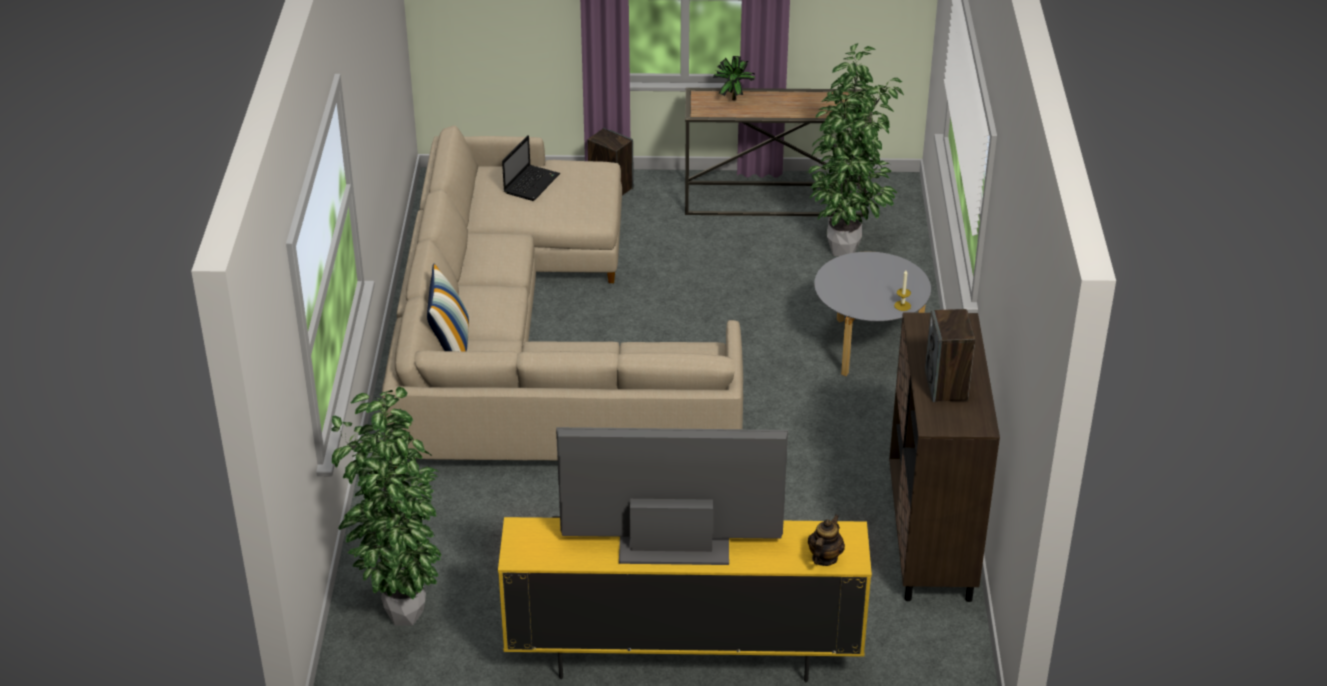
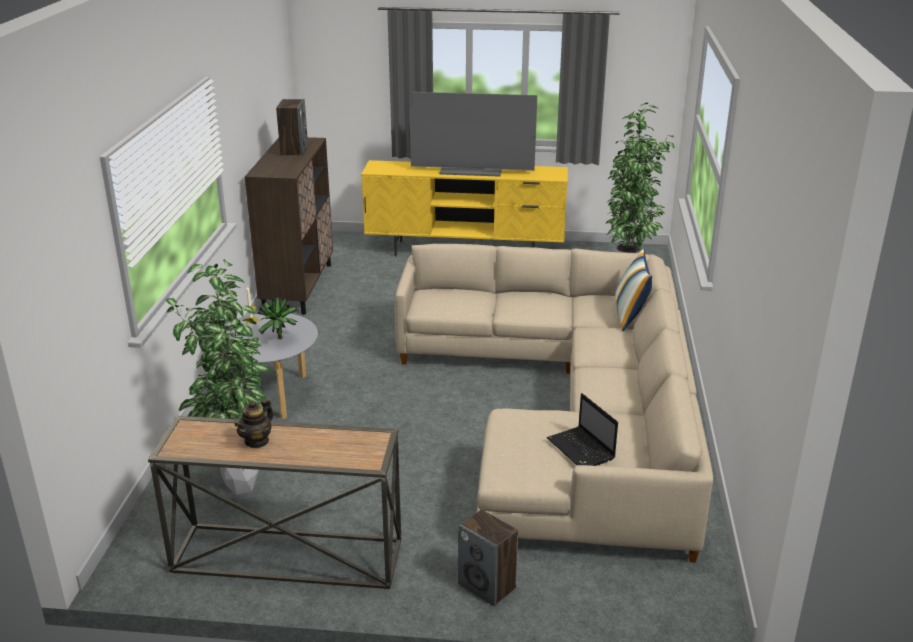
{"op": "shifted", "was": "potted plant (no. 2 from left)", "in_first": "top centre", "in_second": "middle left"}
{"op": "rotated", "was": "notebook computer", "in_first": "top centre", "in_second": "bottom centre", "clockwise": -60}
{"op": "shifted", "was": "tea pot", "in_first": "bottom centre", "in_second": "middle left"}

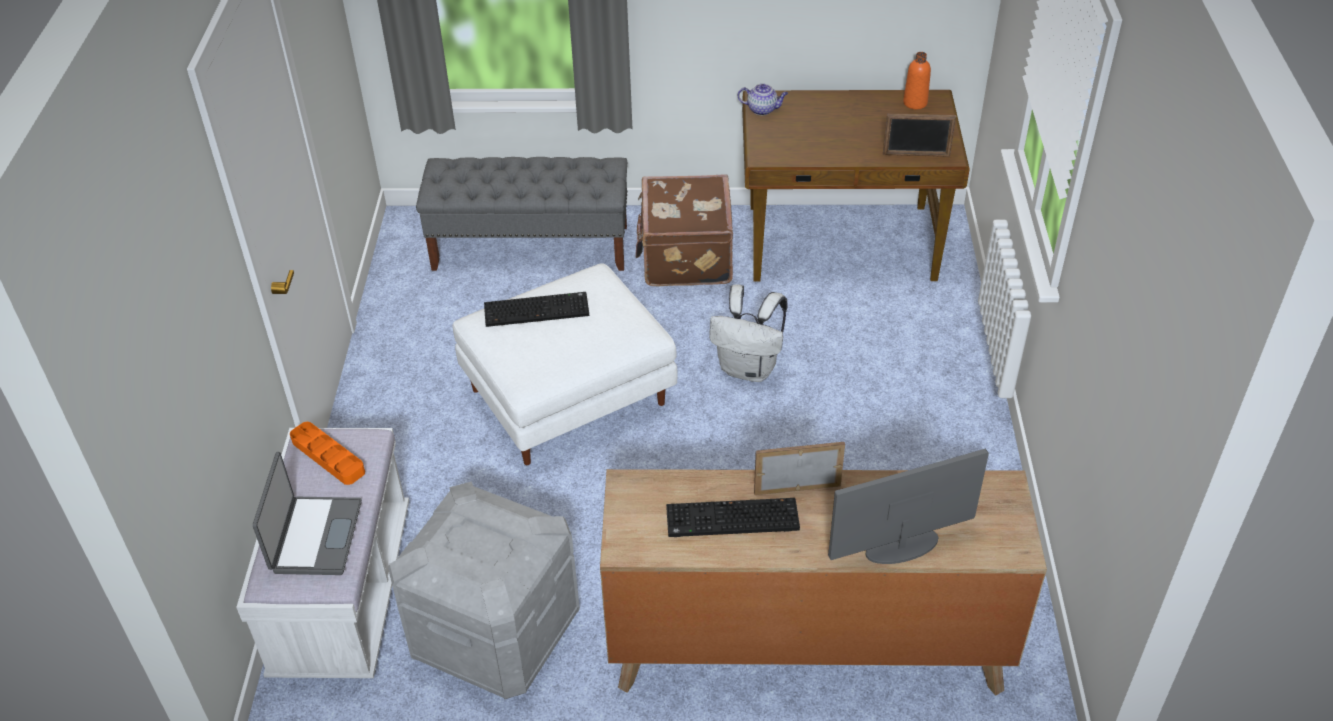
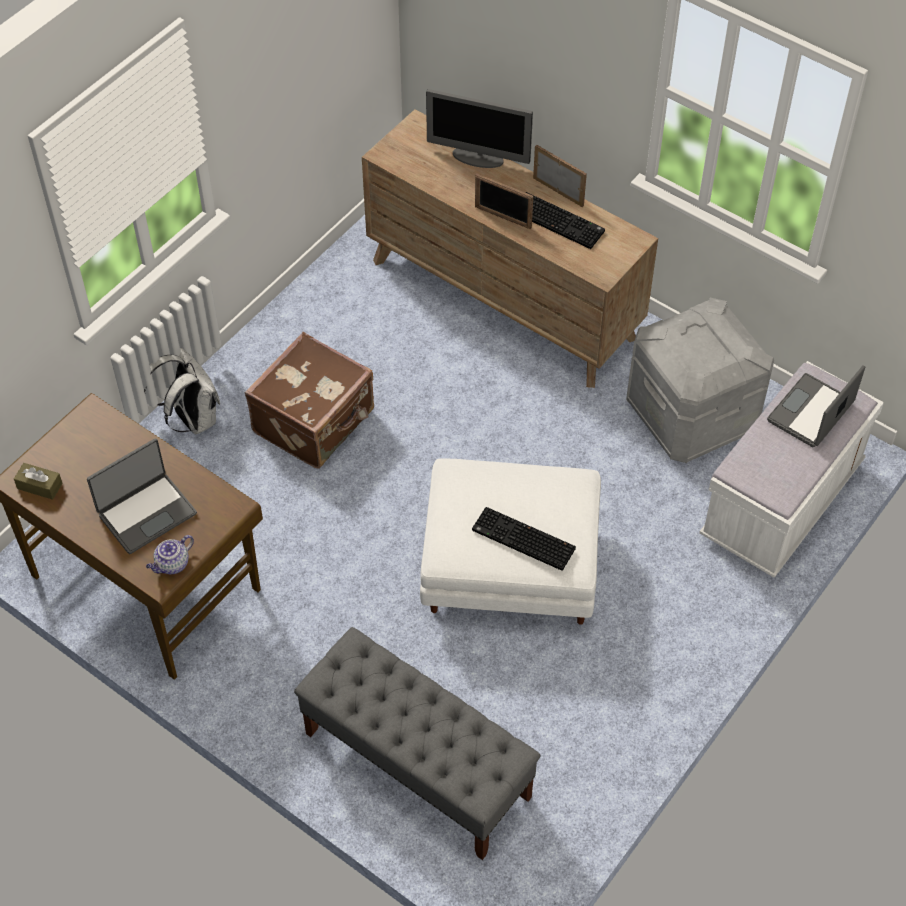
{"op": "swapped", "was": "orange drink bottle", "now": "brownish box of tissues", "in_first": "top right", "in_second": "middle left"}
{"op": "rotated", "was": "tea pot", "in_first": "top centre", "in_second": "middle left", "clockwise": -90}
{"op": "shifted", "was": "standing frame (no. 2 from left)", "in_first": "top right", "in_second": "top centre"}
{"op": "shifted", "was": "brownish travel case", "in_first": "top centre", "in_second": "centre"}
{"op": "shifted", "was": "white-coloured knapsack", "in_first": "centre", "in_second": "middle left"}
{"op": "gone", "was": "orange tray", "in_first": "middle left"}
{"op": "new", "now": "notebook computer (no. 1 from left)", "in_second": "middle left"}

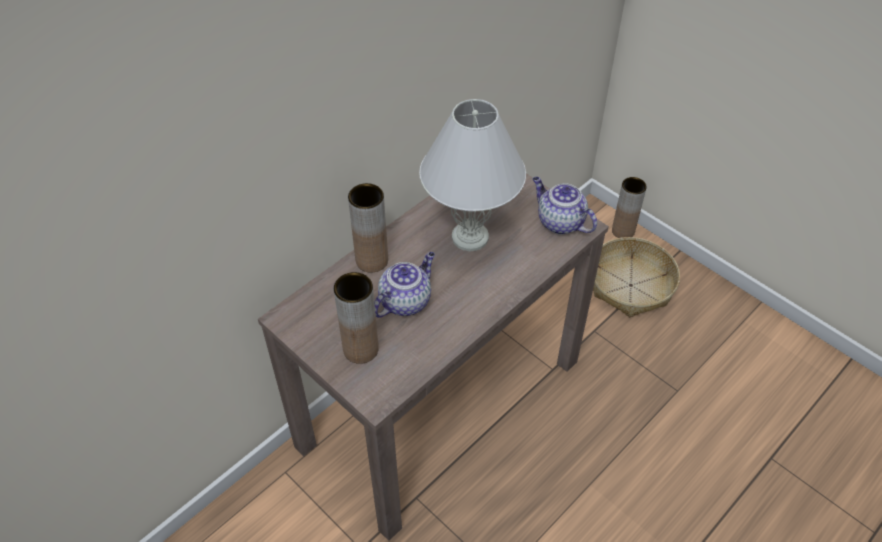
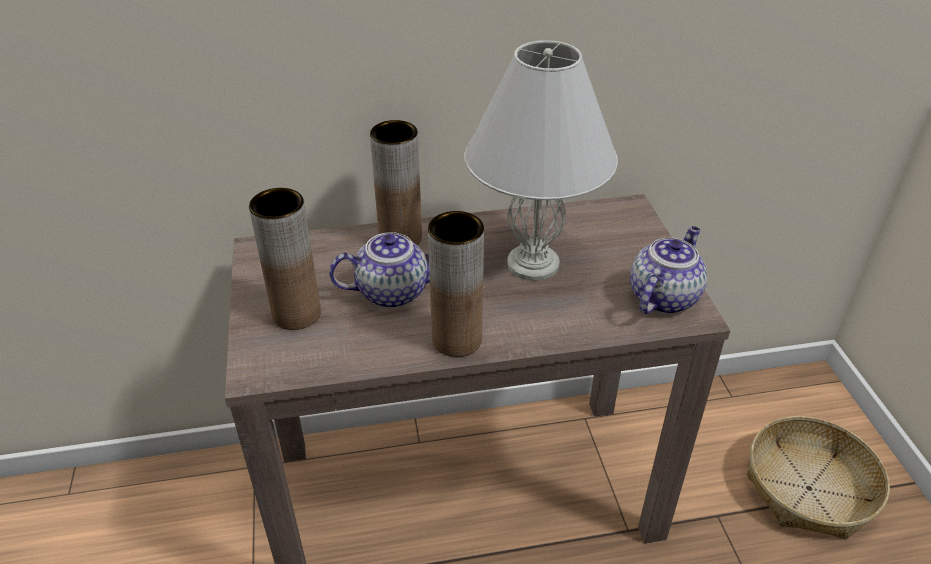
{"op": "rotated", "was": "tea pot (no. 2 from left)", "in_first": "centre", "in_second": "middle right", "clockwise": 45}
{"op": "shifted", "was": "brownish decorative vase (no. 3 from left)", "in_first": "middle right", "in_second": "centre"}

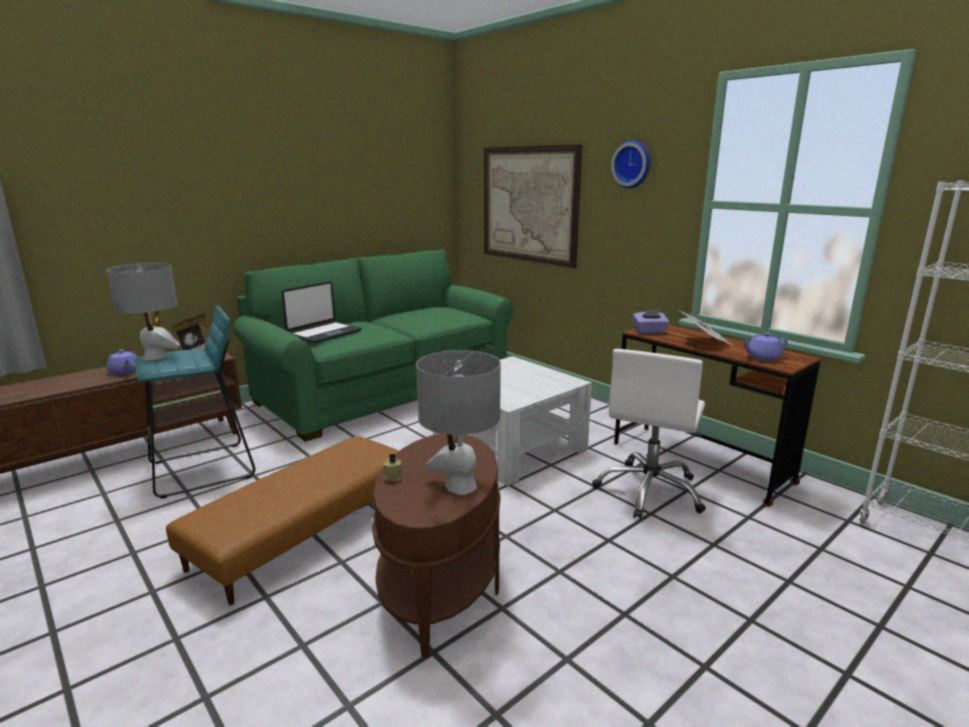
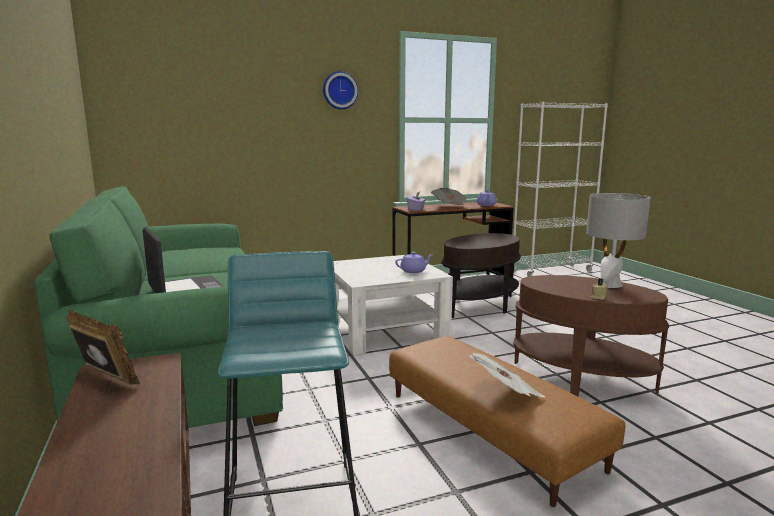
{"op": "gone", "was": "picture", "in_first": "top centre"}
{"op": "gone", "was": "gray table lamp (no. 1 from left)", "in_first": "middle left"}
{"op": "shifted", "was": "purple-coloured tea pot (no. 1 from left)", "in_first": "middle left", "in_second": "centre"}
{"op": "swapped", "was": "white-coloured computer chair", "now": "brownish side table (no. 1 from left)", "in_first": "middle right", "in_second": "centre"}
{"op": "new", "now": "newspaper (no. 2 from left)", "in_second": "bottom centre"}

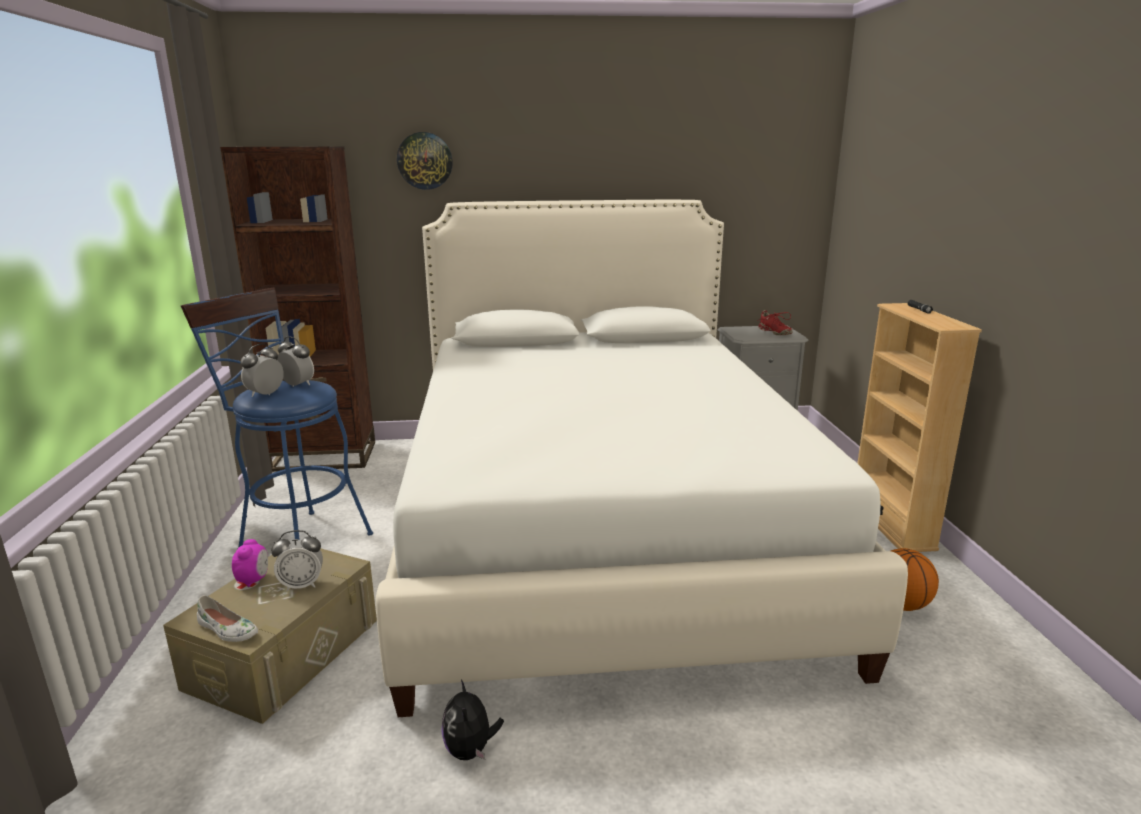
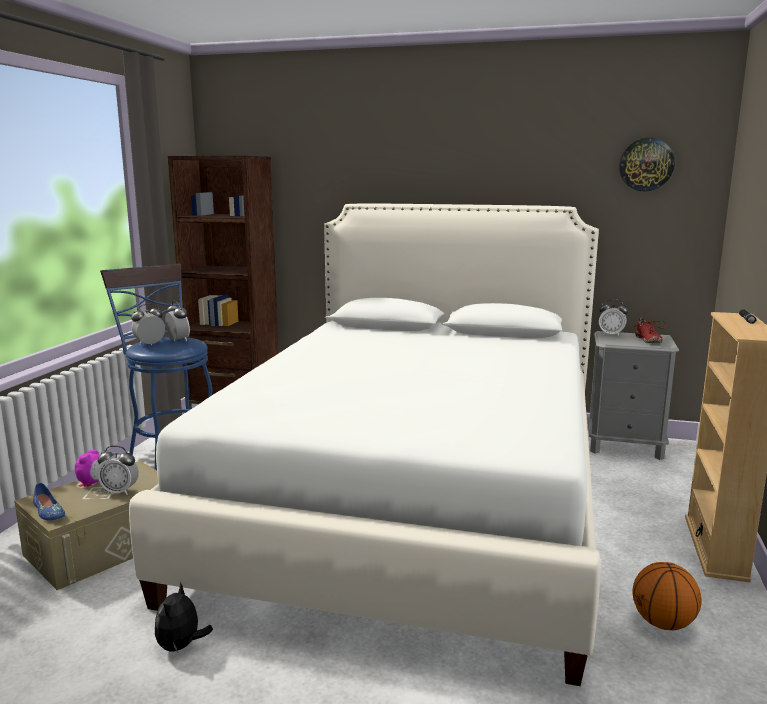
{"op": "shifted", "was": "clock on the wall", "in_first": "top centre", "in_second": "top right"}
{"op": "repainted", "was": "white-coloured low shoe", "now": "blue-coloured low shoe", "in_first": "bottom left", "in_second": "bottom left"}
{"op": "new", "now": "alarm clock (no. 5 from left)", "in_second": "middle right"}

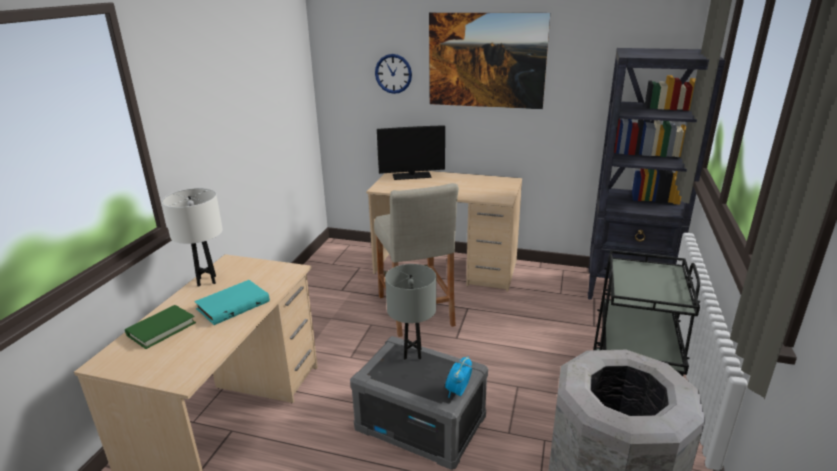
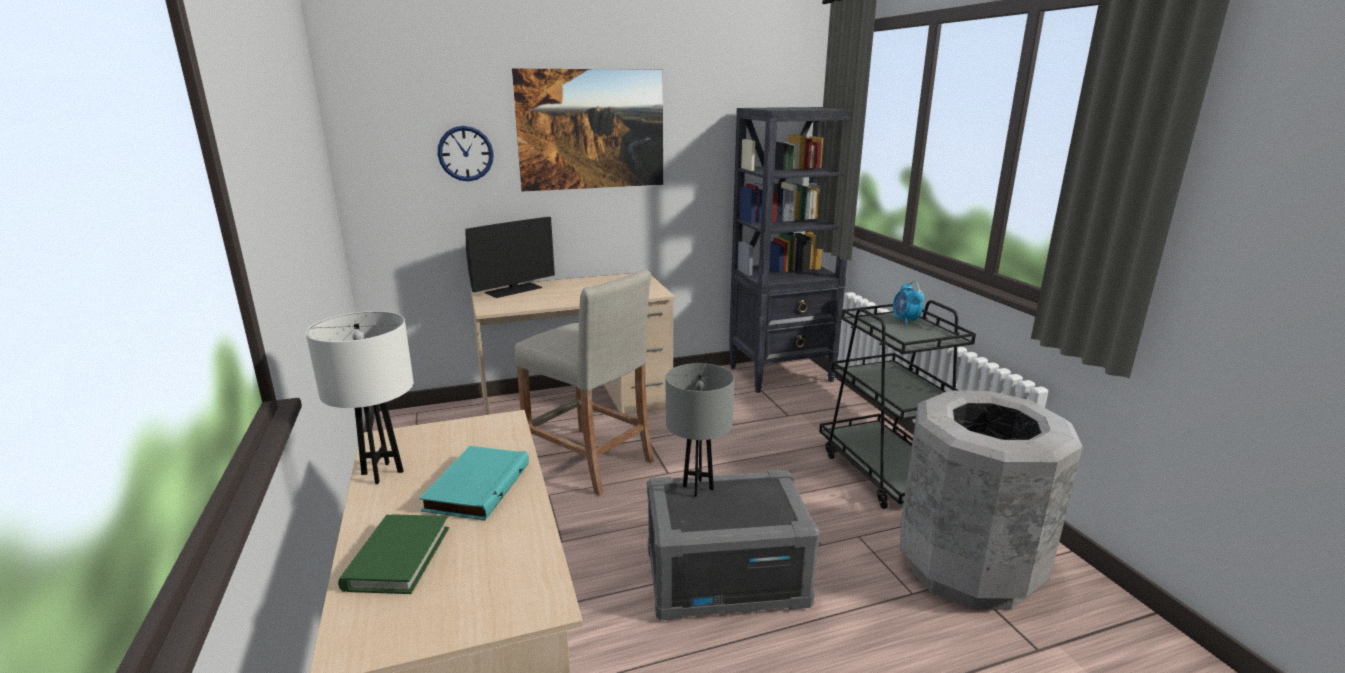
{"op": "shifted", "was": "alarm clock", "in_first": "bottom centre", "in_second": "middle right"}

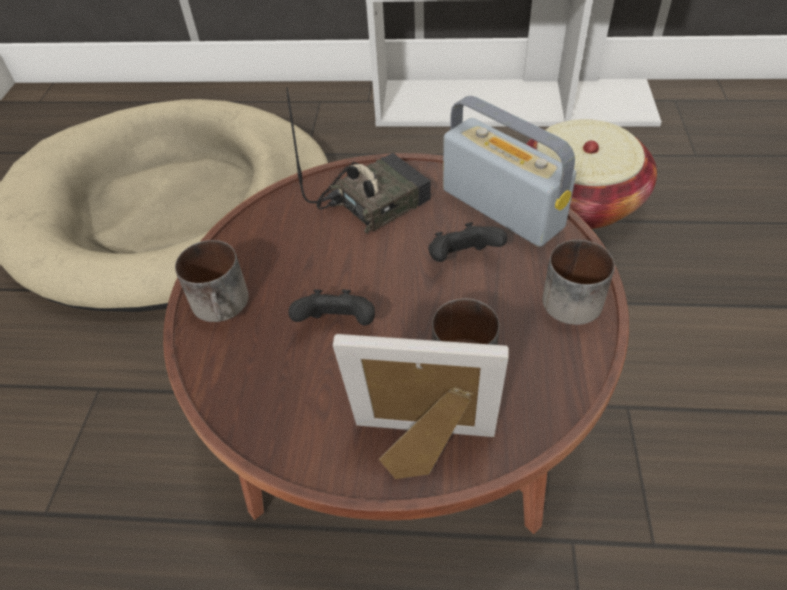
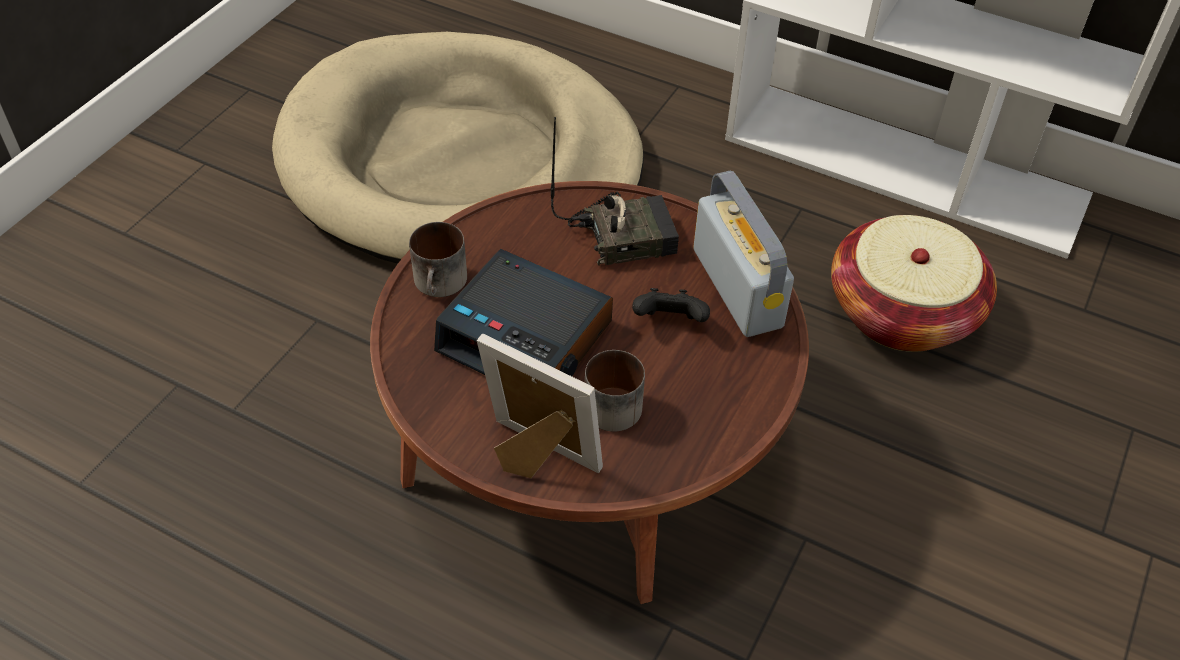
{"op": "gone", "was": "mug (no. 3 from left)", "in_first": "middle right"}
{"op": "swapped", "was": "black-coloured gamepad (no. 1 from left)", "now": "alarm clock", "in_first": "centre", "in_second": "centre"}

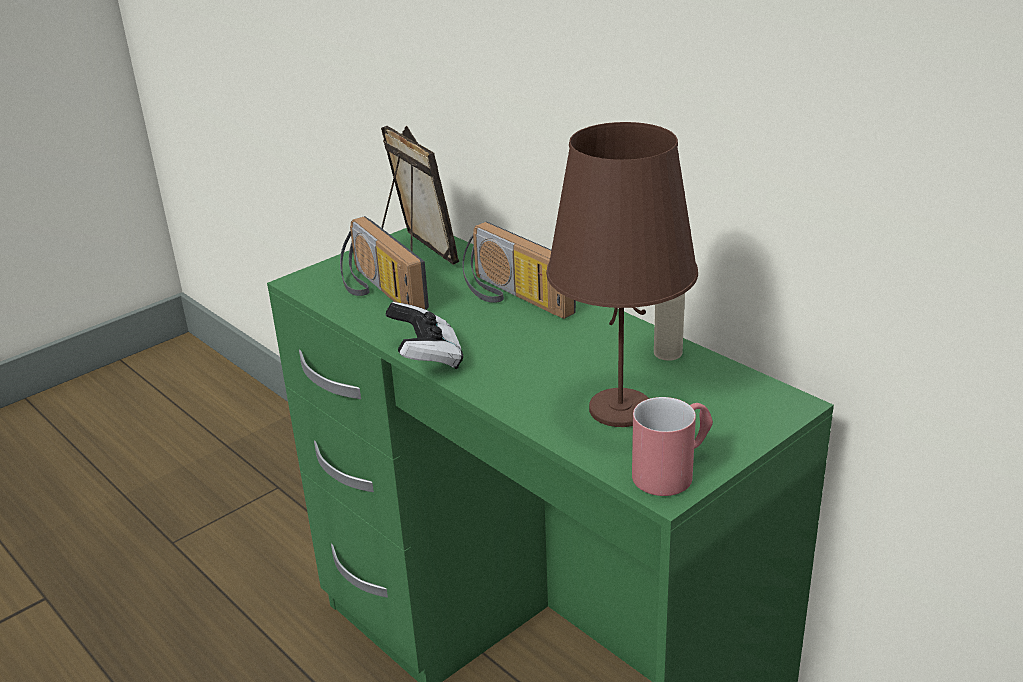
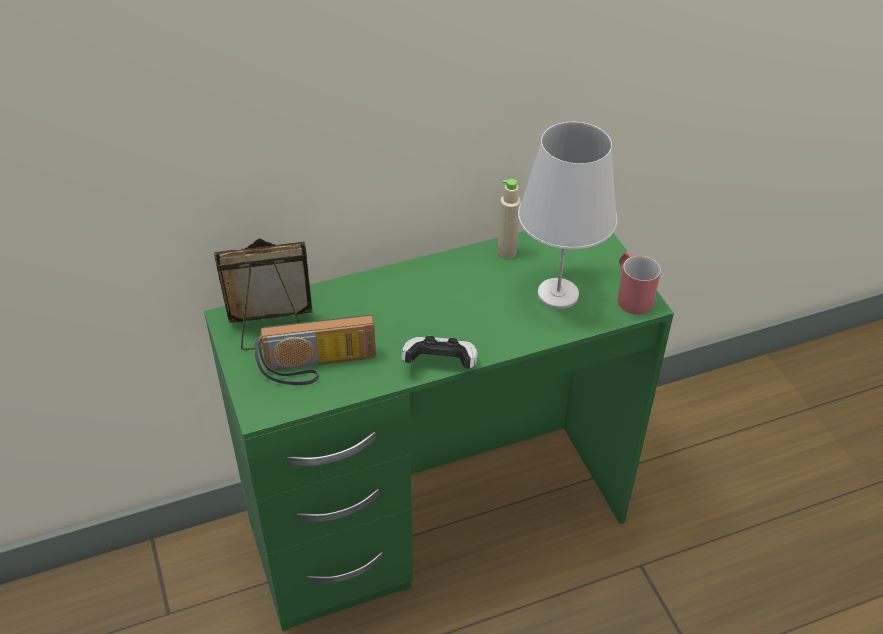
{"op": "repainted", "was": "brownish table lamp", "now": "white-coloured table lamp", "in_first": "centre", "in_second": "centre"}
{"op": "gone", "was": "radio set (no. 2 from left)", "in_first": "centre"}

